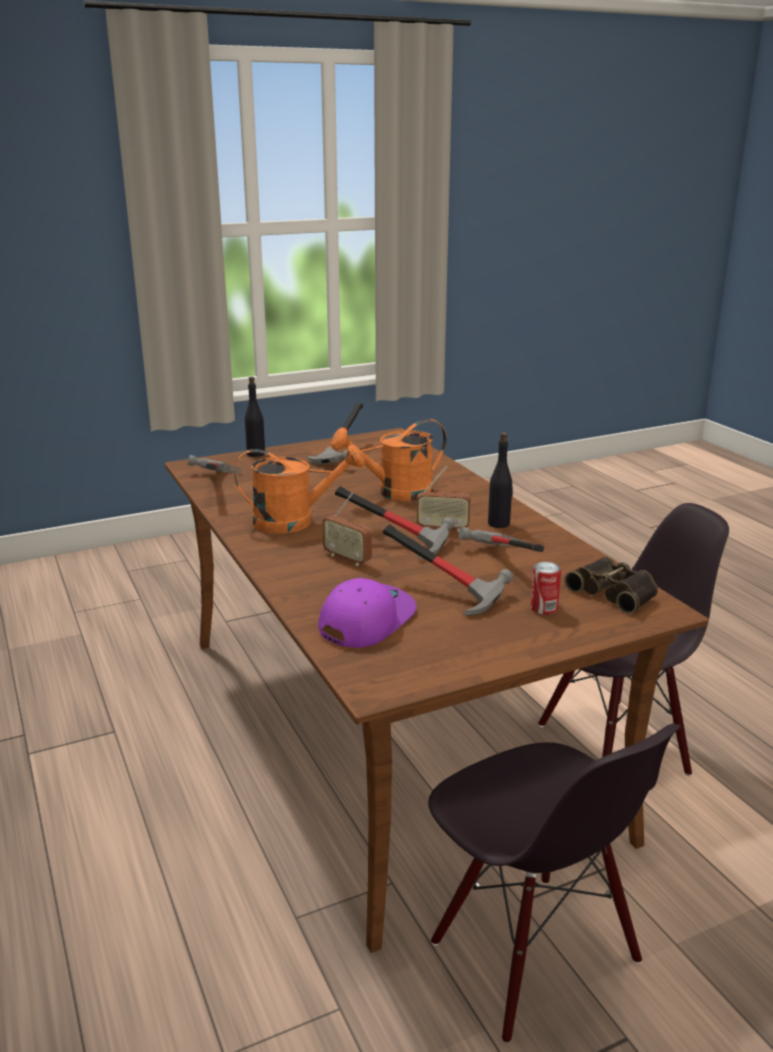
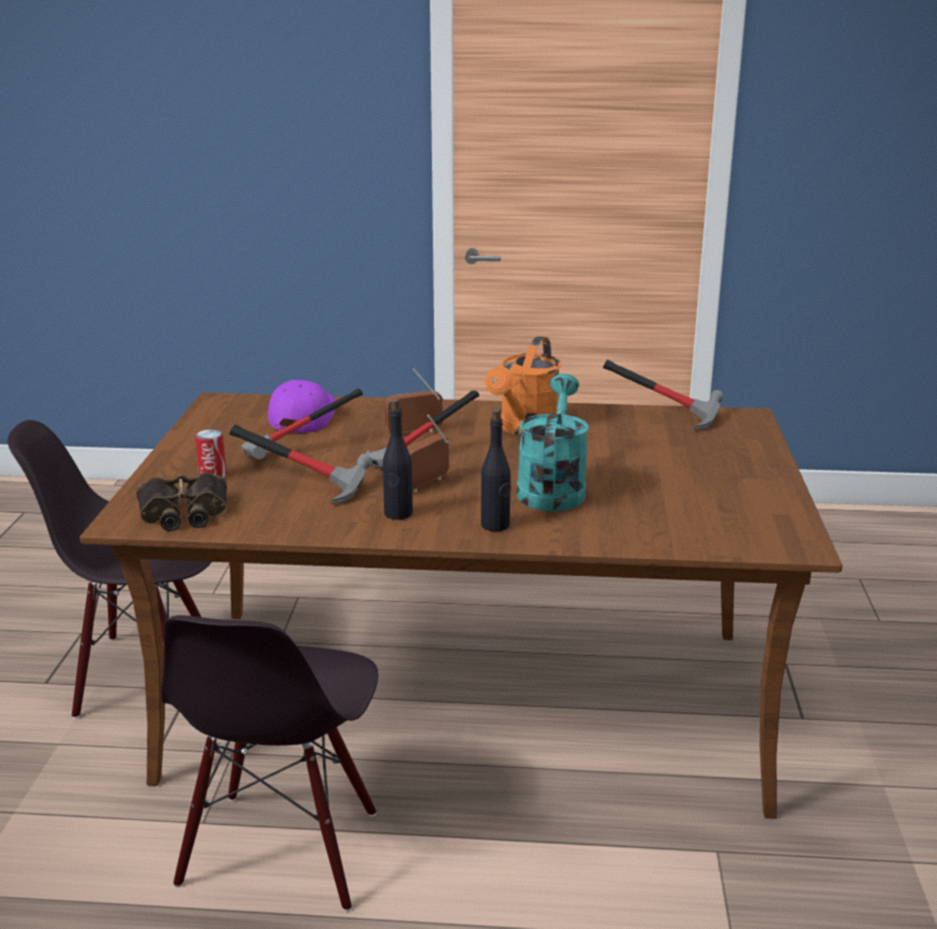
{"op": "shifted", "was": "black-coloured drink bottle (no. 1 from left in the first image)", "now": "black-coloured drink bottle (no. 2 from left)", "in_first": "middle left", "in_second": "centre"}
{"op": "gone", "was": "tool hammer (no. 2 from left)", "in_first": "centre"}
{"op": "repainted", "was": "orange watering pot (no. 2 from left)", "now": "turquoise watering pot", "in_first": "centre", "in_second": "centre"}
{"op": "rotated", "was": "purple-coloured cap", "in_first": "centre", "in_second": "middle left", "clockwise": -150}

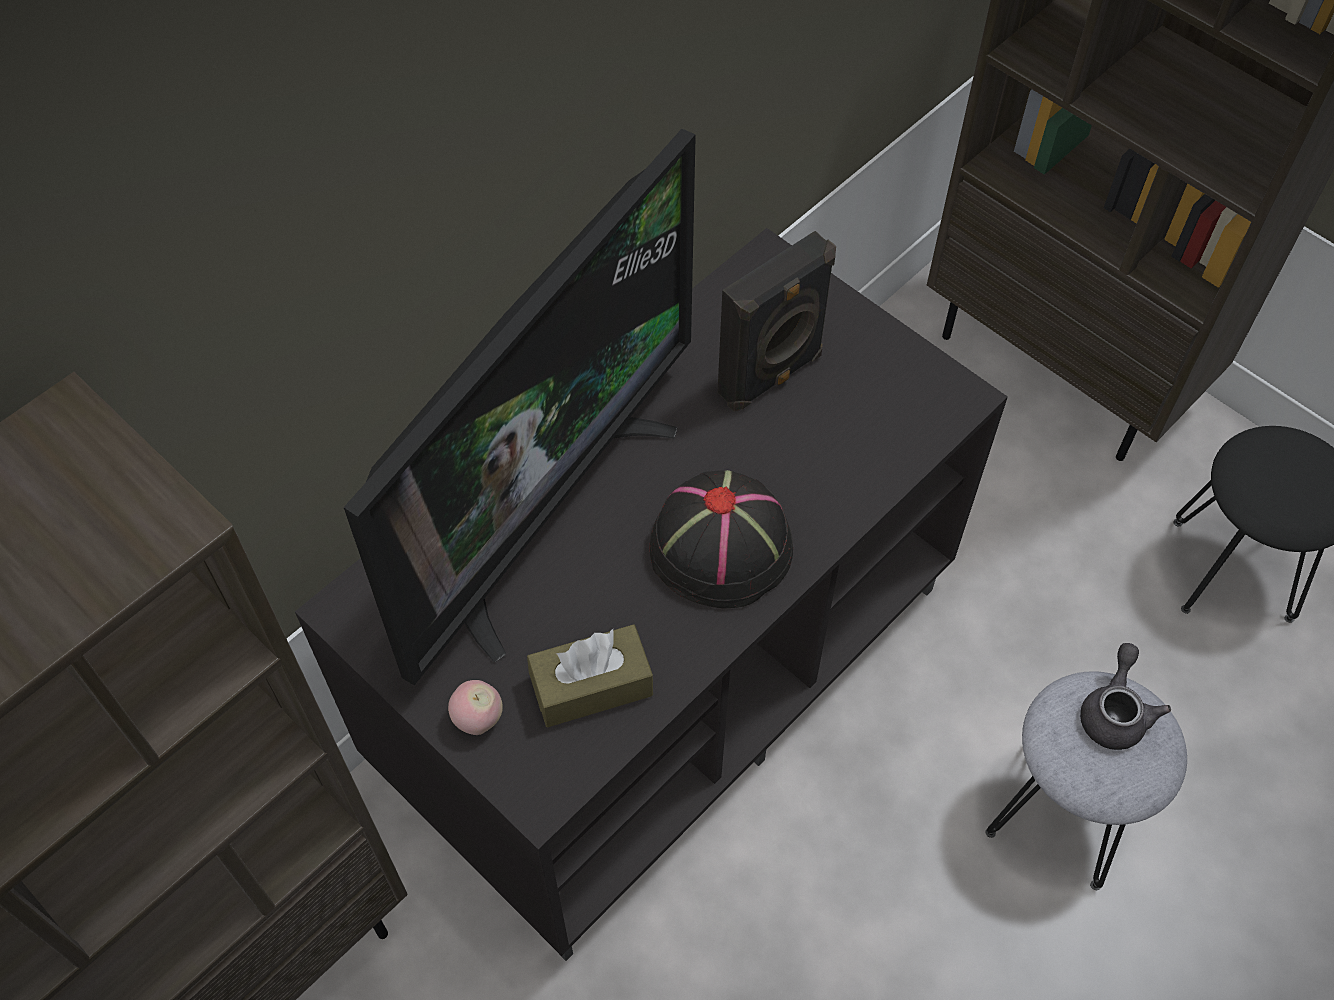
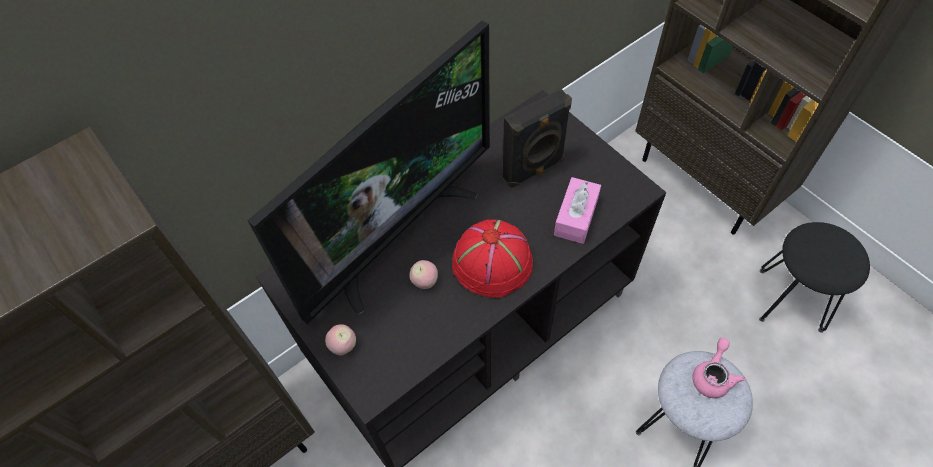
{"op": "repainted", "was": "black-coloured clothing hat", "now": "red clothing hat", "in_first": "centre", "in_second": "centre"}
{"op": "gone", "was": "brownish box of tissues", "in_first": "bottom centre"}
{"op": "repainted", "was": "gray tea pot", "now": "pink tea pot", "in_first": "bottom right", "in_second": "bottom right"}
{"op": "new", "now": "pink box of tissues", "in_second": "centre"}
{"op": "new", "now": "whole apple (no. 2 from left)", "in_second": "centre"}

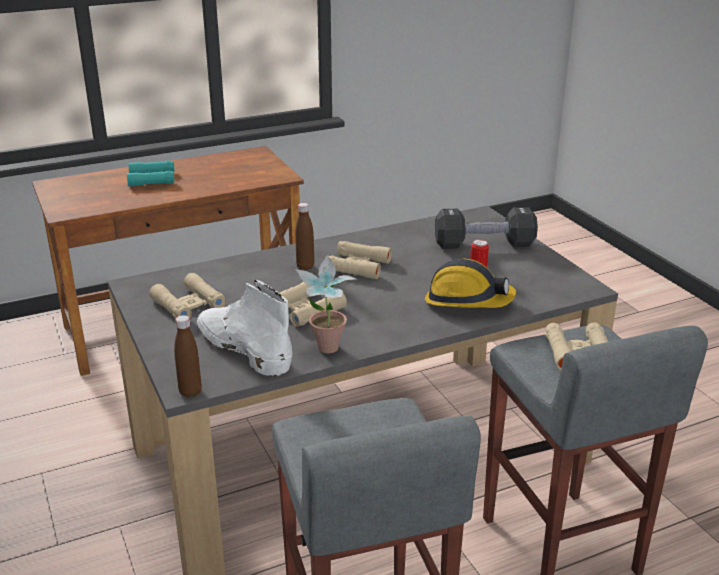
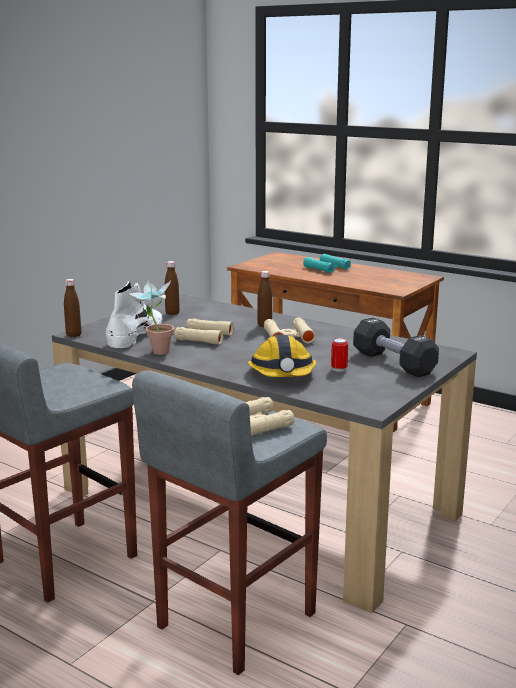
{"op": "swapped", "was": "sand-coloured binoculars (no. 1 from left)", "now": "brownish drink bottle (no. 2 from left)", "in_first": "middle left", "in_second": "centre"}

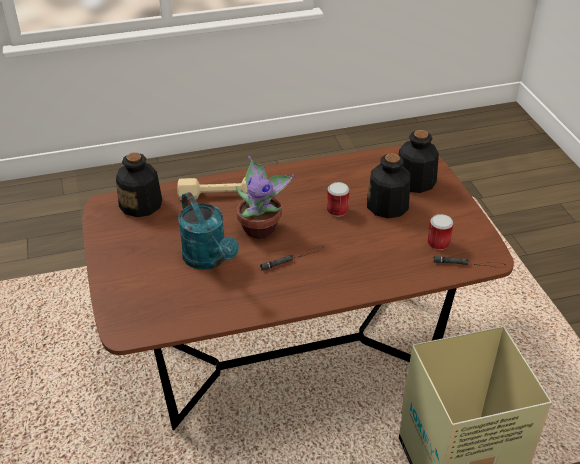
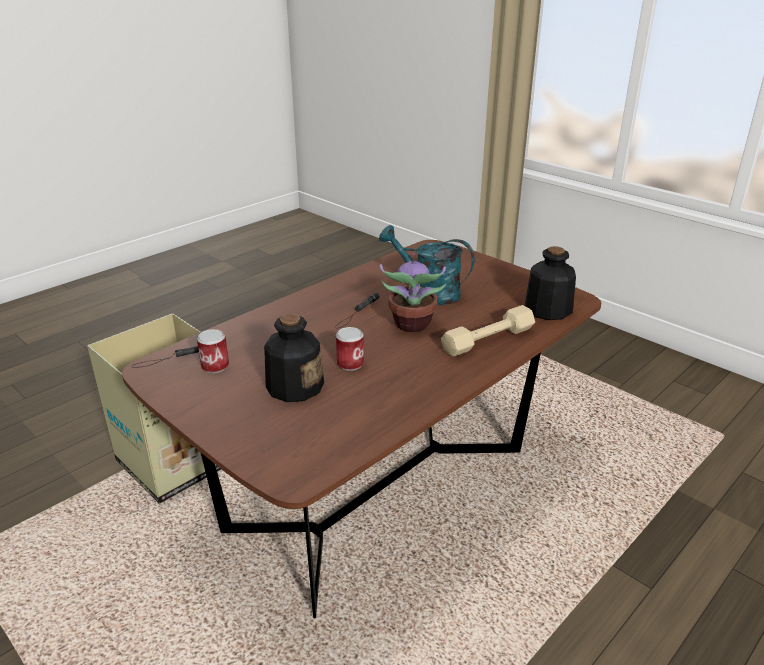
{"op": "gone", "was": "drink bottle (no. 3 from left)", "in_first": "middle right"}

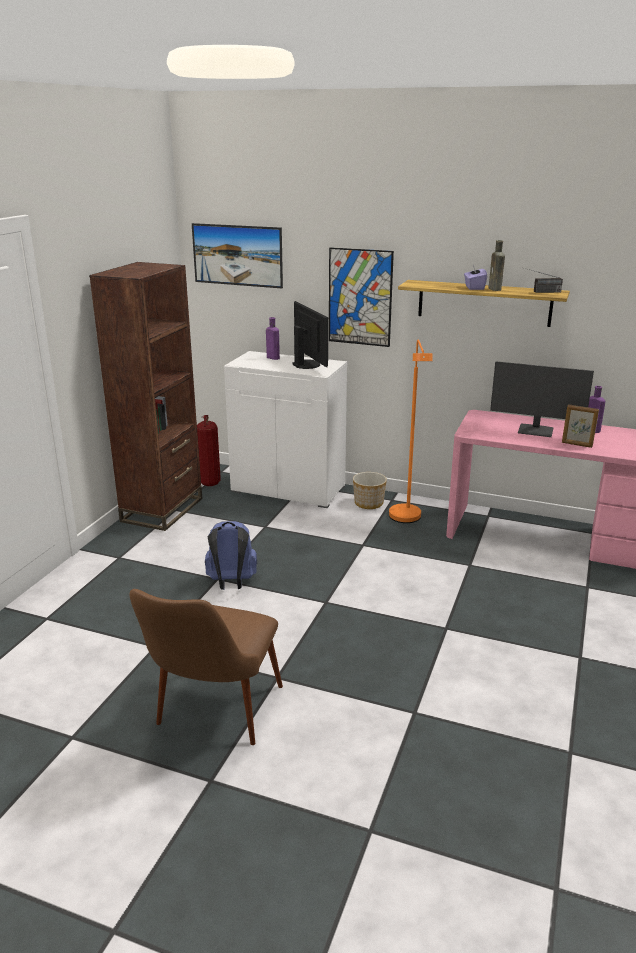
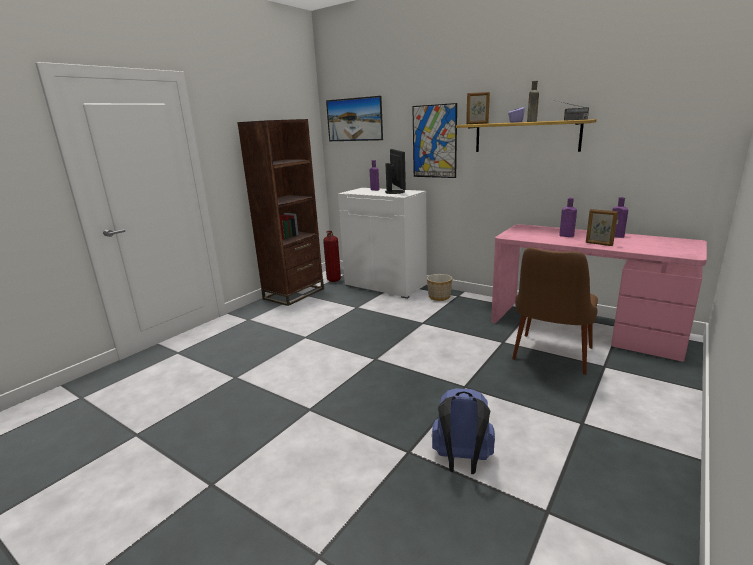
{"op": "gone", "was": "orange standing lamp", "in_first": "centre"}
{"op": "swapped", "was": "computer screen (no. 2 from left)", "now": "purple-coloured drink bottle (no. 2 from left)", "in_first": "middle right", "in_second": "middle right"}
{"op": "shifted", "was": "blue-coloured knapsack", "in_first": "centre", "in_second": "bottom centre"}
{"op": "shifted", "was": "brownish chair", "in_first": "bottom left", "in_second": "middle right"}
{"op": "new", "now": "standing frame (no. 1 from left)", "in_second": "top centre"}

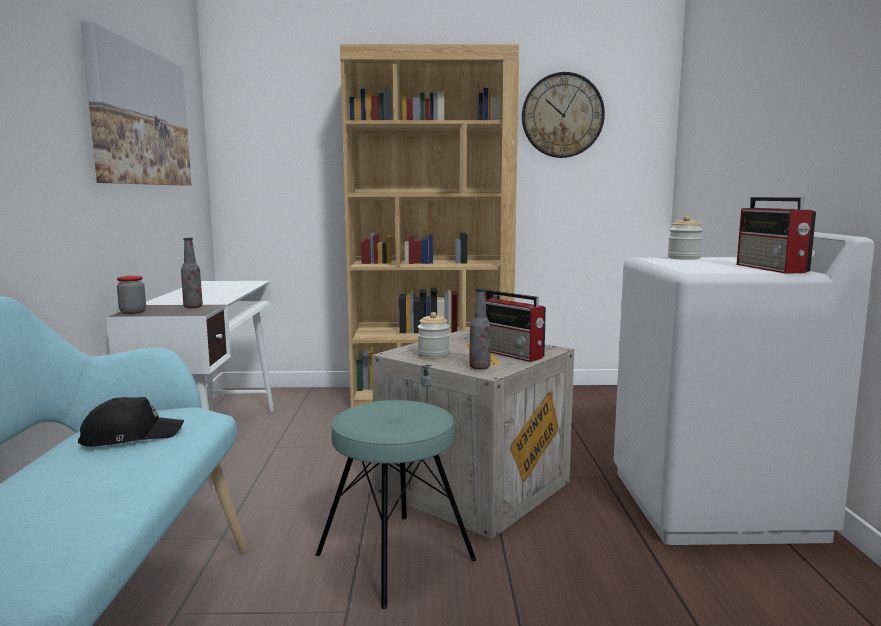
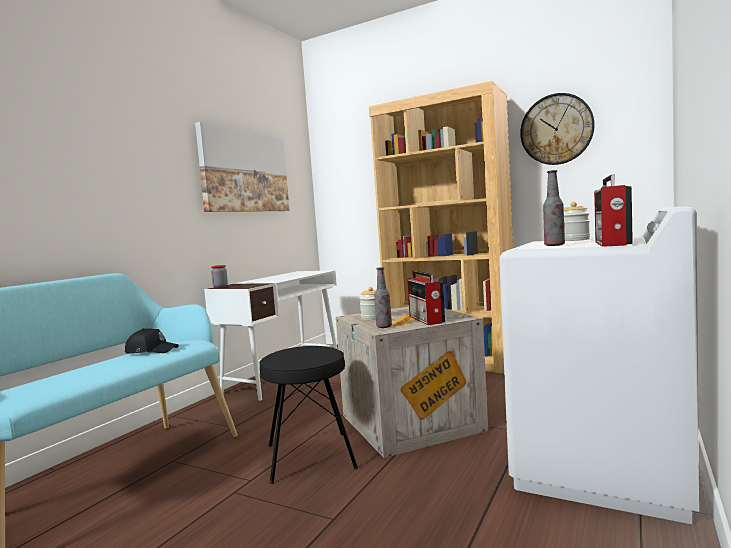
{"op": "shifted", "was": "drink bottle (no. 1 from left in the first image)", "now": "drink bottle (no. 2 from left)", "in_first": "middle left", "in_second": "middle right"}
{"op": "repainted", "was": "turquoise stool seat", "now": "black-coloured stool seat", "in_first": "bottom centre", "in_second": "bottom centre"}

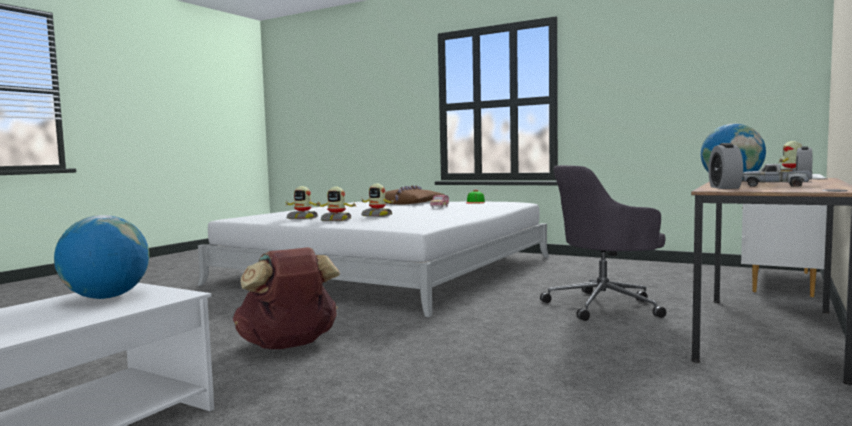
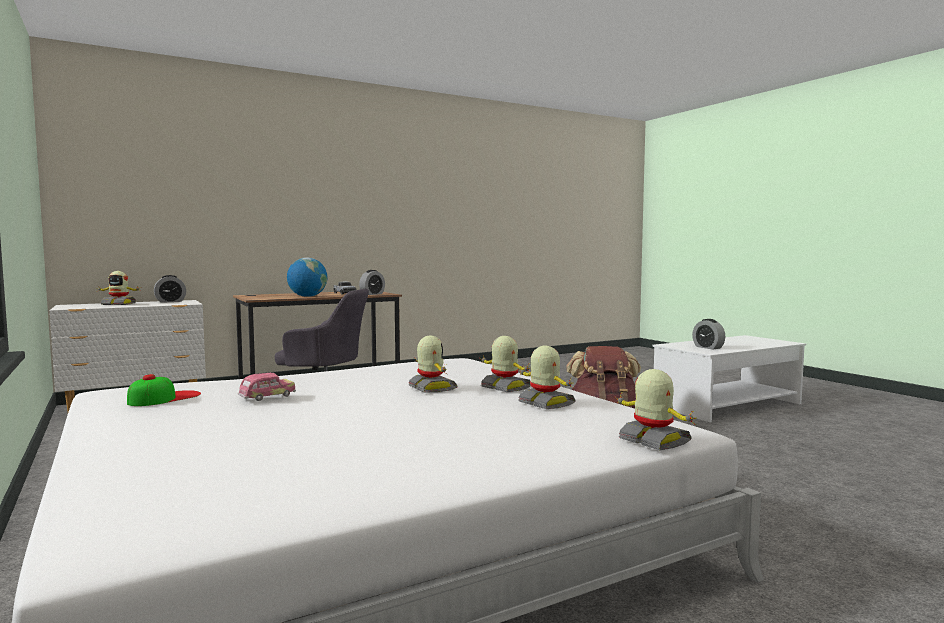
{"op": "gone", "was": "brownish cushion", "in_first": "centre"}
{"op": "swapped", "was": "globe (no. 1 from left)", "now": "alarm clock (no. 3 from left)", "in_first": "middle left", "in_second": "middle right"}
{"op": "new", "now": "robot figure (no. 5 from left)", "in_second": "middle right"}

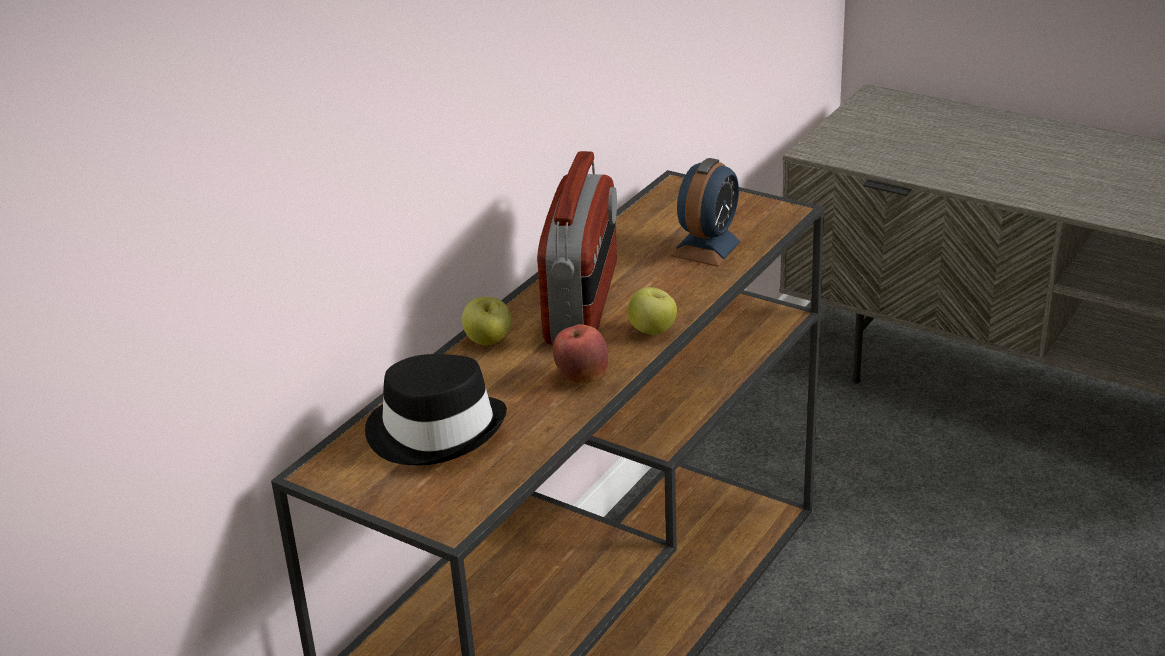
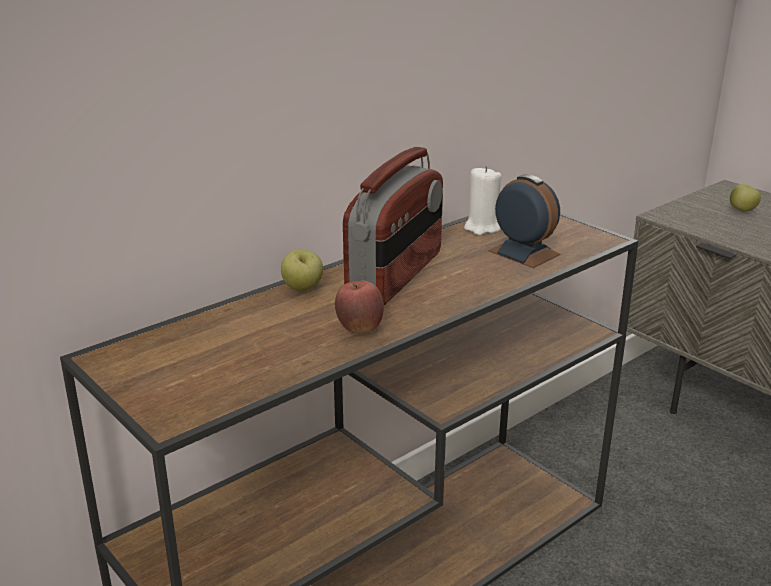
{"op": "rotated", "was": "alarm clock", "in_first": "top centre", "in_second": "middle right", "clockwise": -90}
{"op": "shifted", "was": "whole apple (no. 3 from left)", "in_first": "centre", "in_second": "middle right"}
{"op": "gone", "was": "black-coloured clothing hat", "in_first": "centre"}
{"op": "new", "now": "white-coloured candle", "in_second": "centre"}

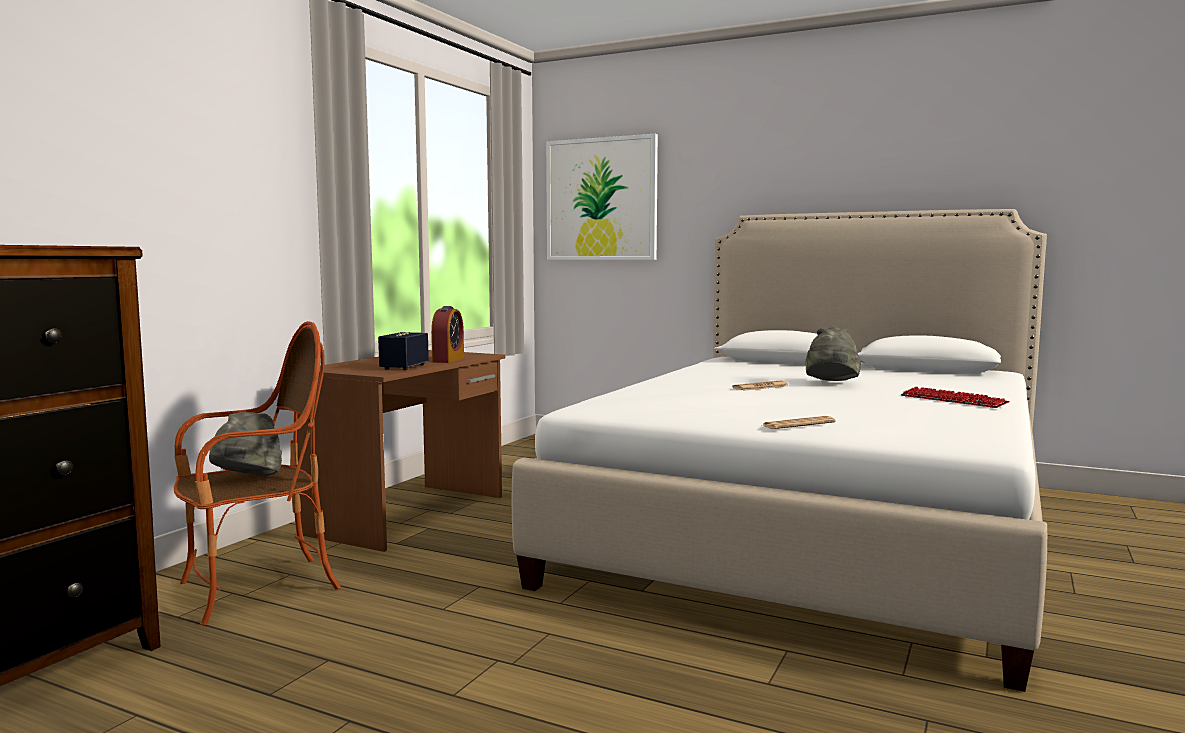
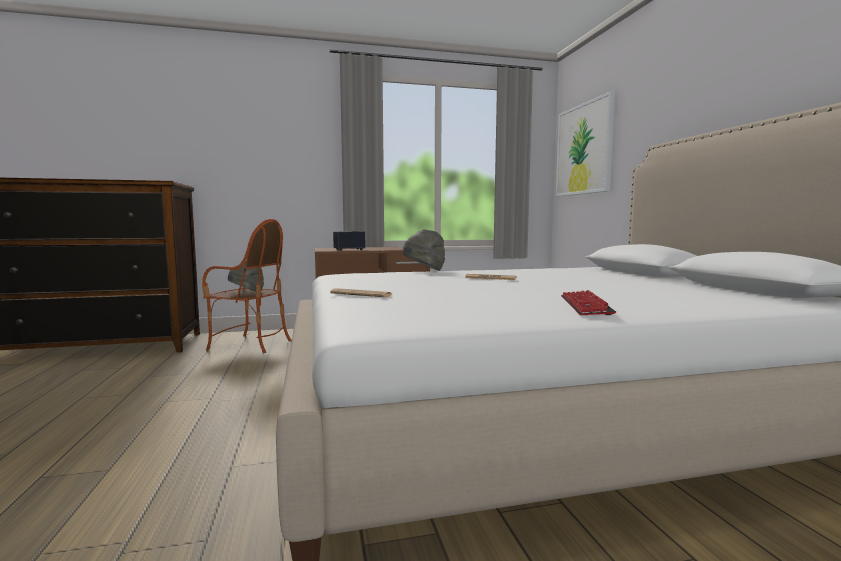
{"op": "gone", "was": "alarm clock", "in_first": "centre"}
{"op": "shifted", "was": "gray clothing hat (no. 2 from left)", "in_first": "middle right", "in_second": "centre"}

